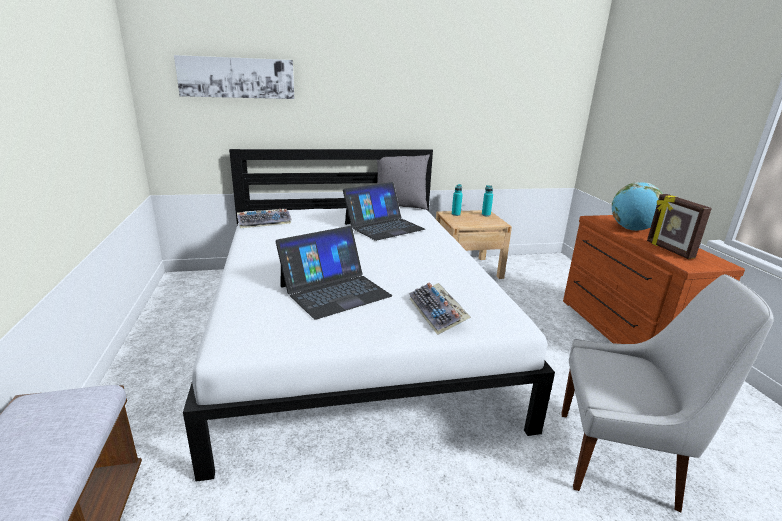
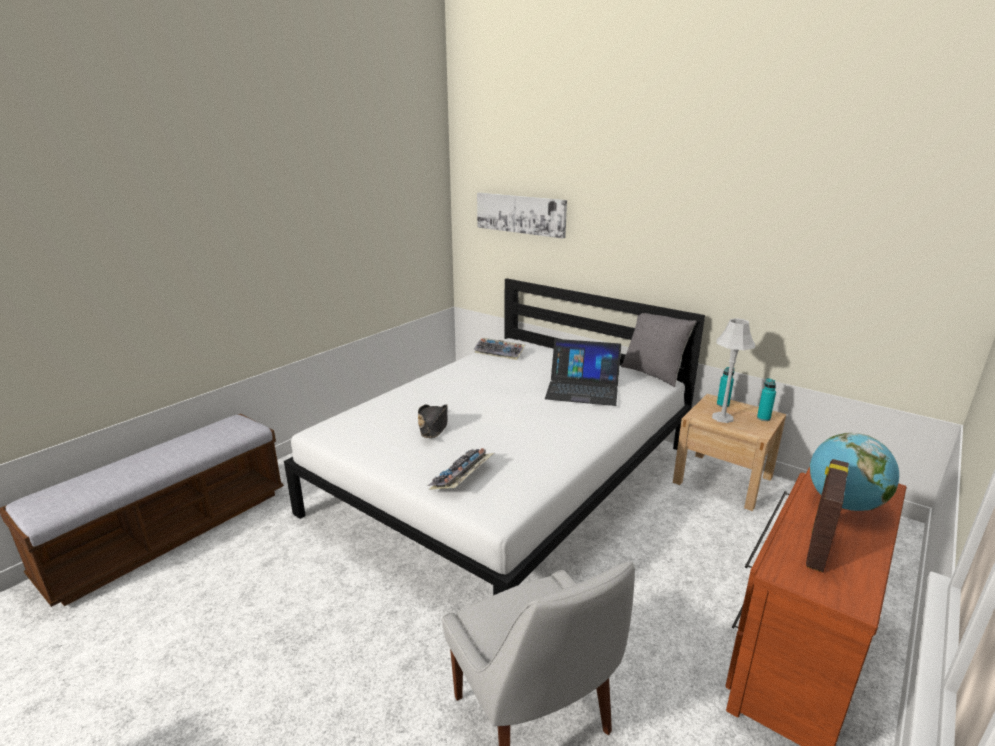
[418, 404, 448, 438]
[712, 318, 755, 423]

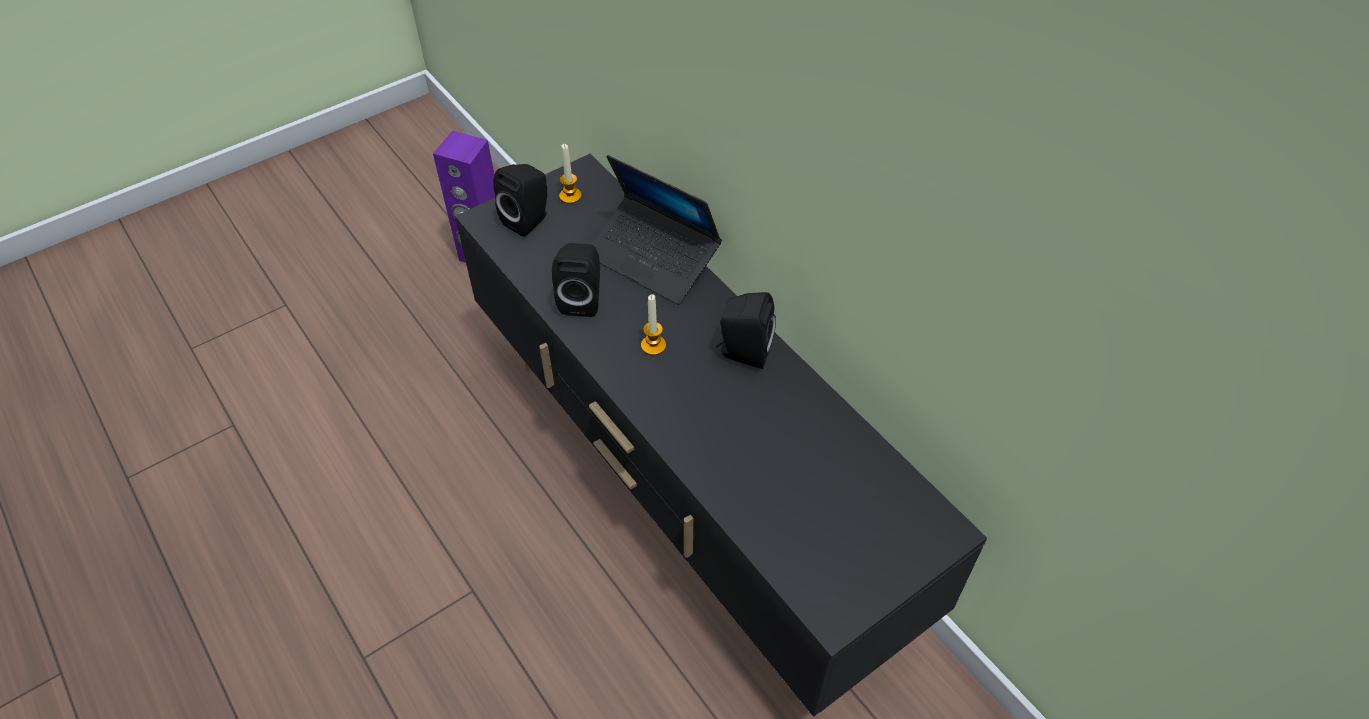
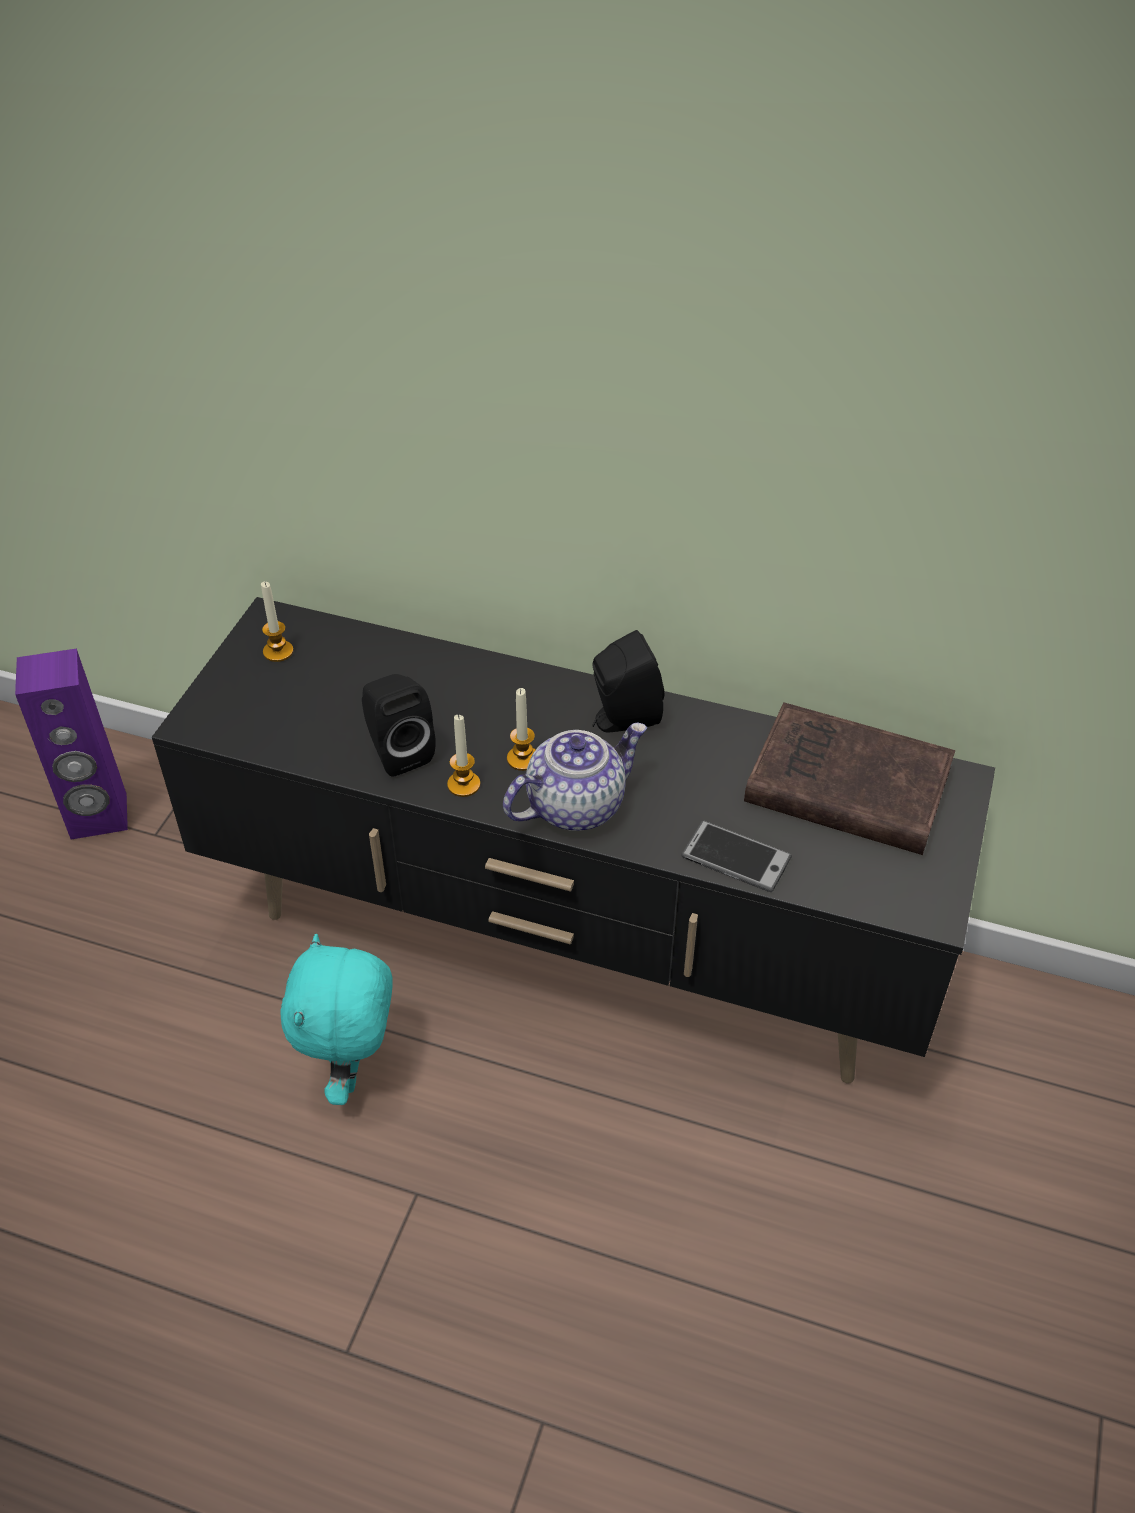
[493, 164, 547, 237] (first image)
[592, 155, 722, 305] (first image)
[280, 934, 393, 1105]
[447, 714, 480, 797]
[503, 723, 647, 831]
[681, 821, 792, 892]
[744, 702, 955, 855]

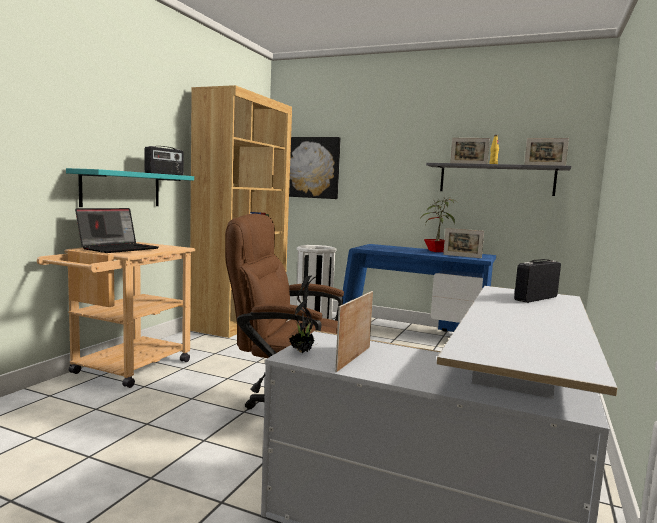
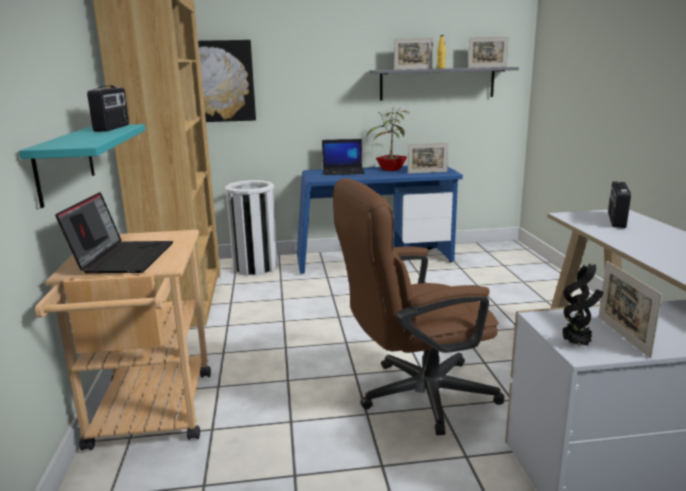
[322, 139, 365, 175]

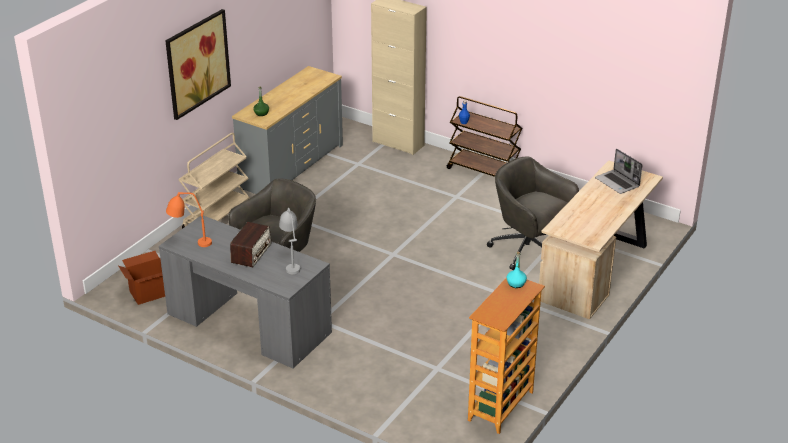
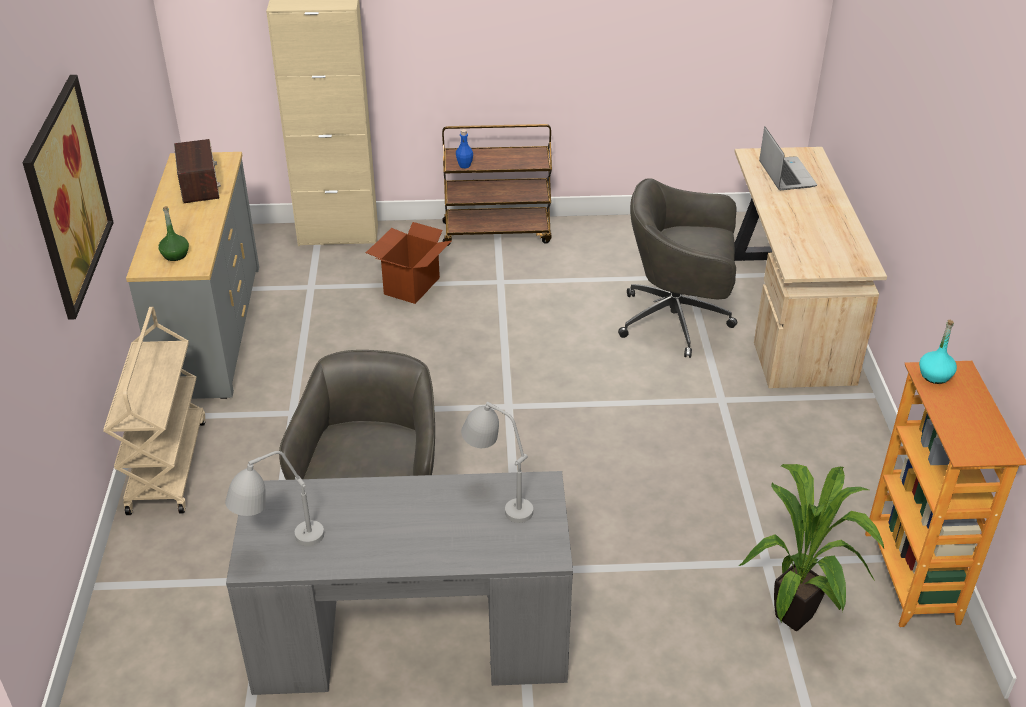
[366, 222, 451, 304]
[225, 451, 324, 546]
[174, 139, 221, 203]
[759, 126, 817, 190]
[739, 464, 884, 631]

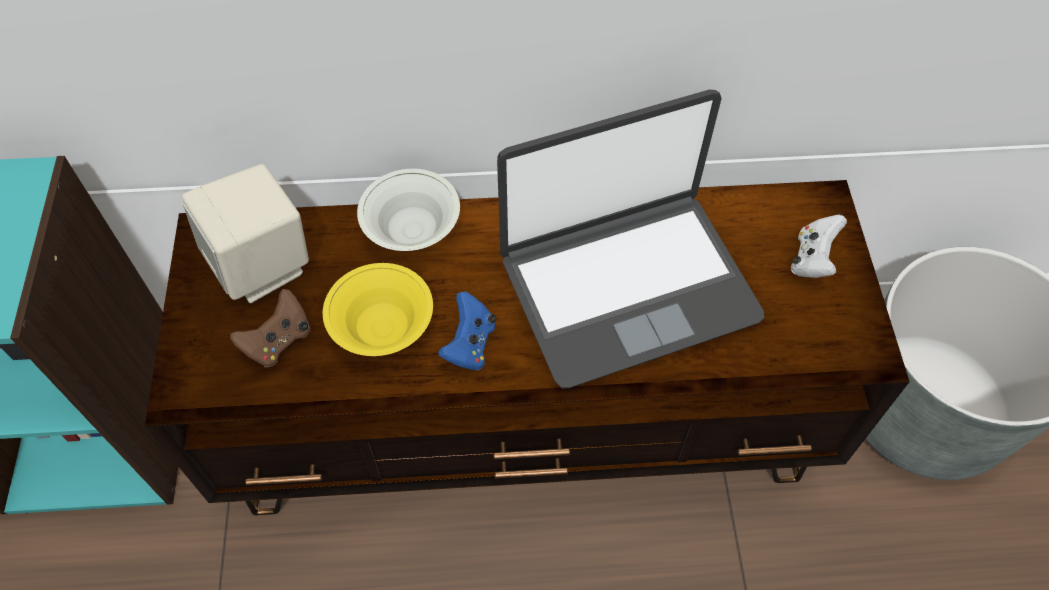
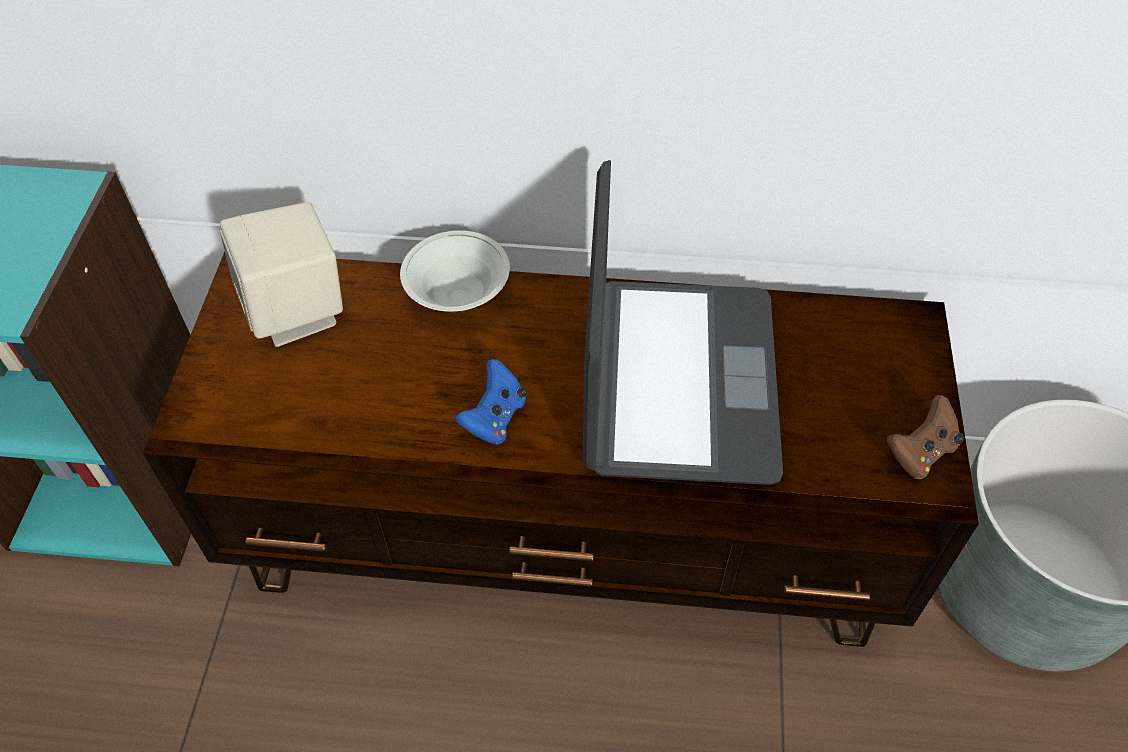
[887, 395, 964, 479]
[323, 263, 433, 356] (first image)
[583, 160, 783, 485]
[791, 215, 847, 278] (first image)

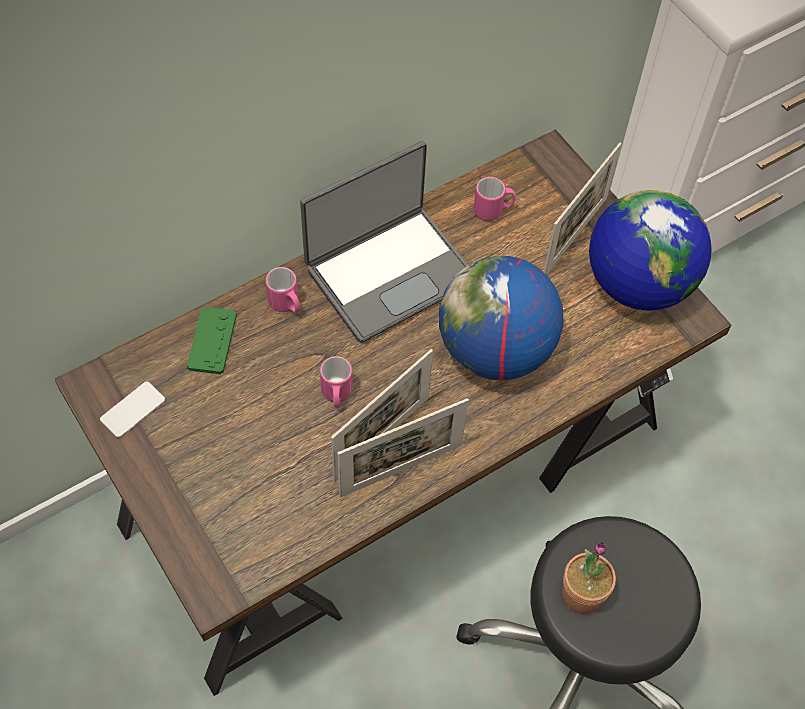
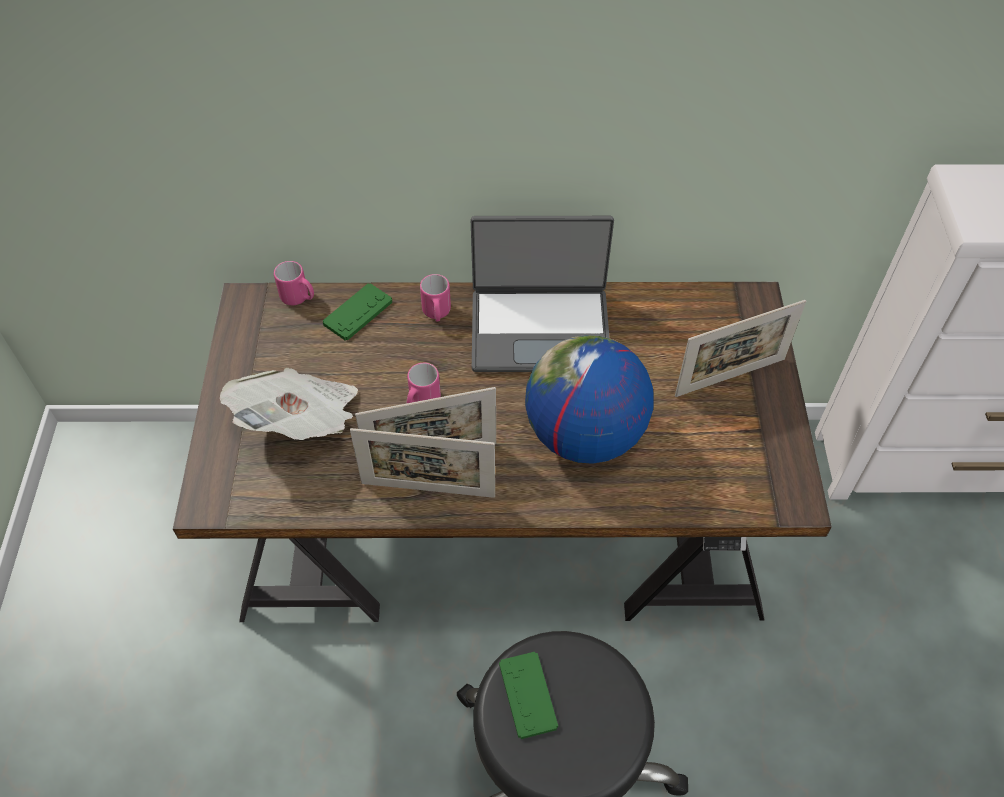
[100, 382, 165, 438] (first image)
[274, 261, 314, 305]
[499, 652, 558, 739]
[589, 190, 712, 310] (first image)
[220, 368, 358, 440]

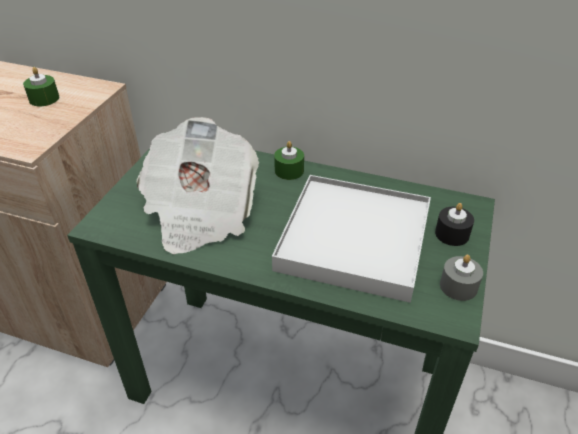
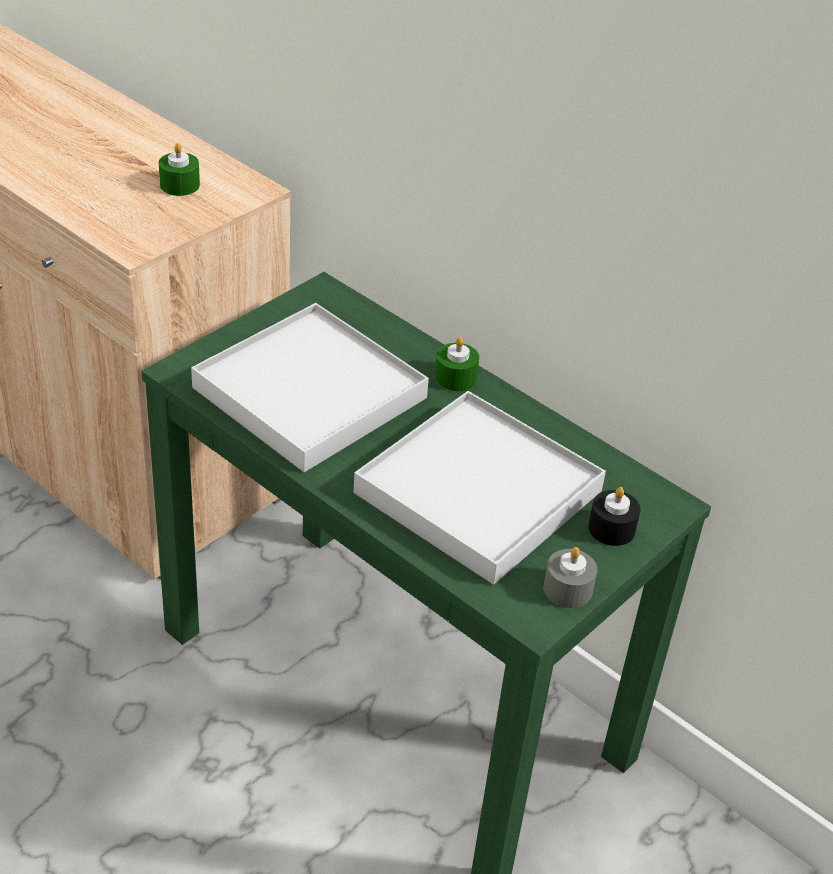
[191, 303, 429, 472]

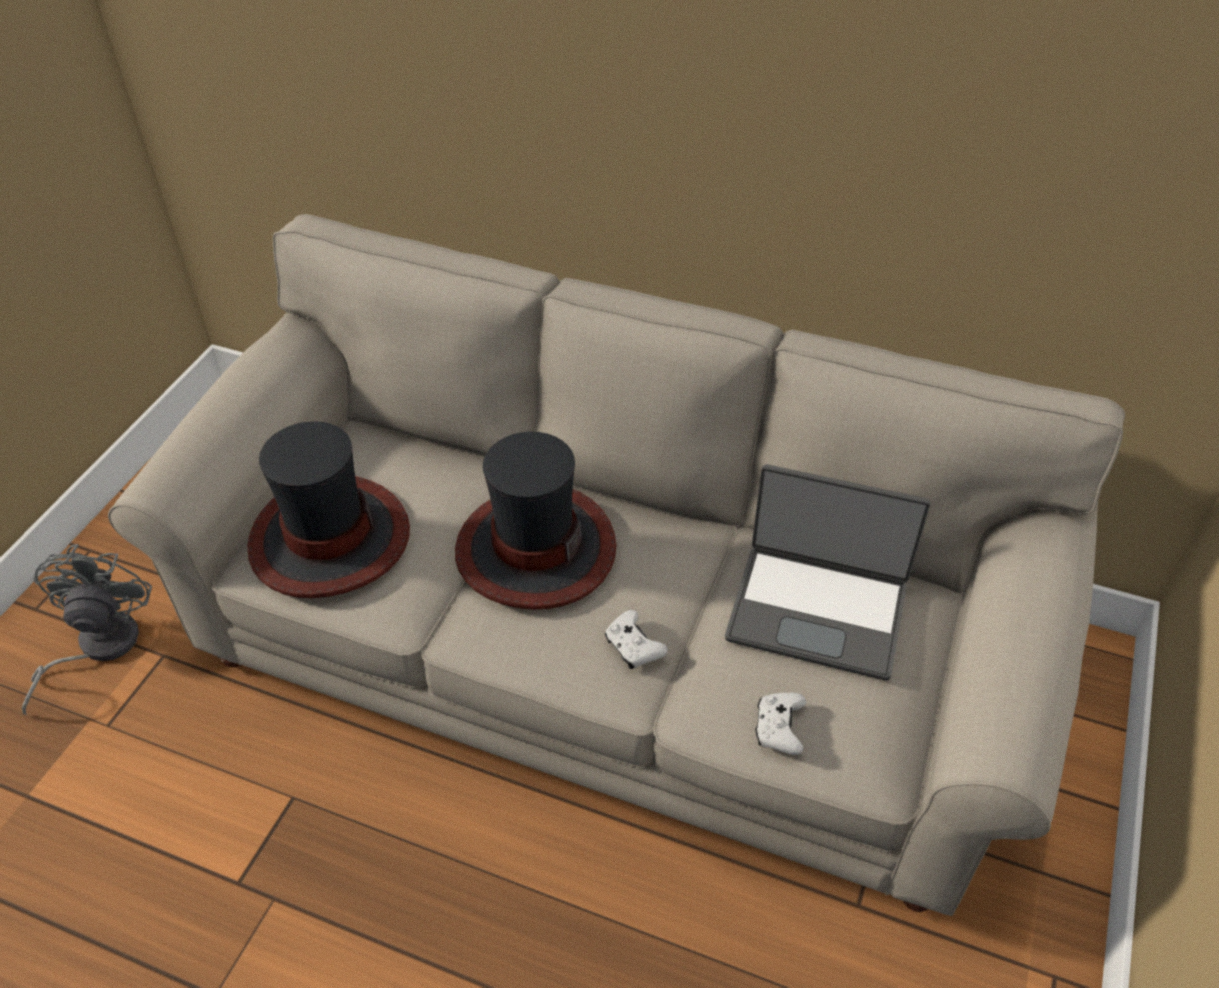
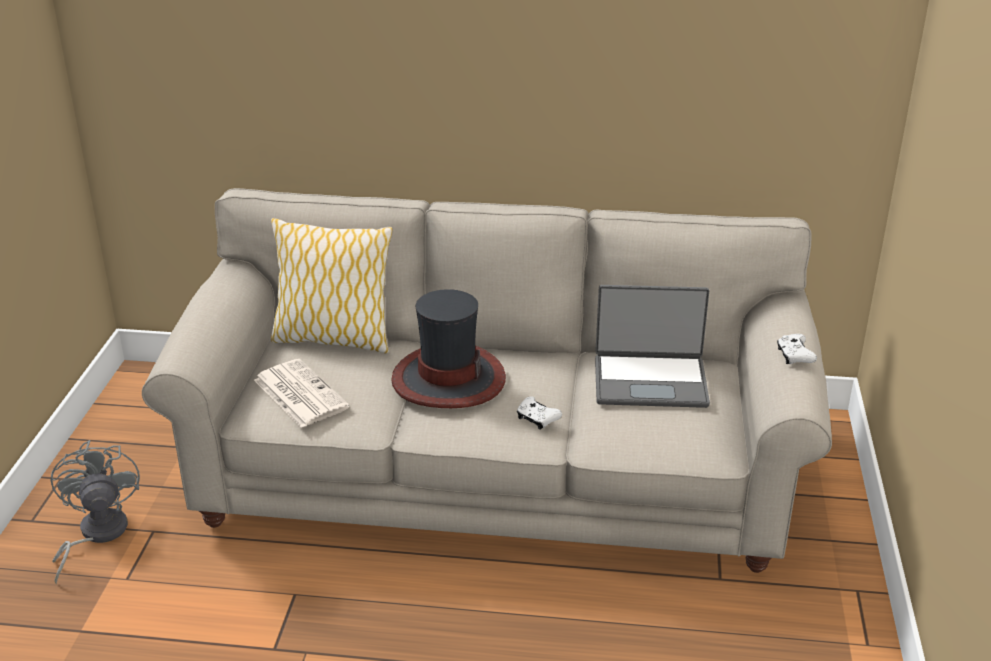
[254, 359, 350, 428]
[777, 334, 817, 364]
[271, 218, 393, 354]

